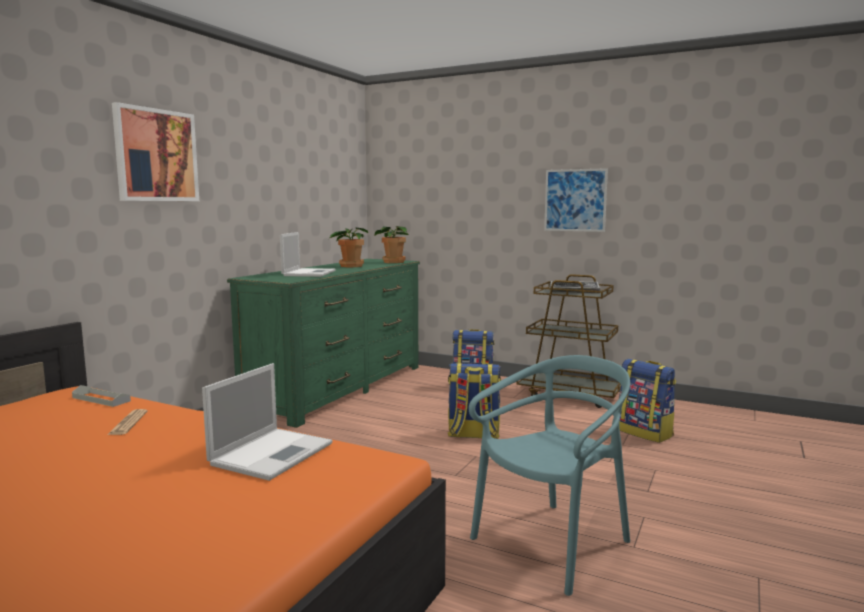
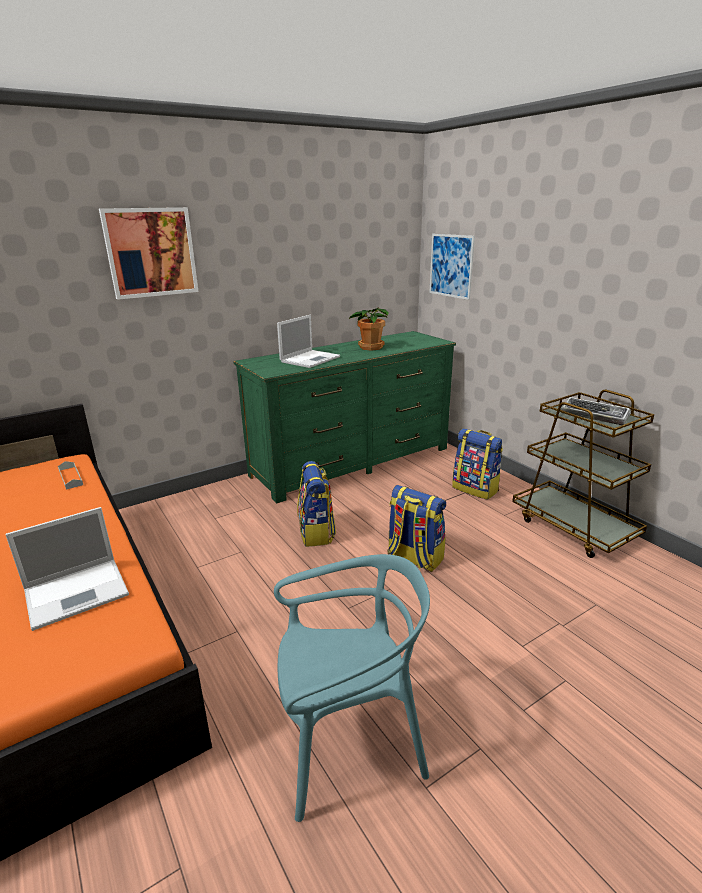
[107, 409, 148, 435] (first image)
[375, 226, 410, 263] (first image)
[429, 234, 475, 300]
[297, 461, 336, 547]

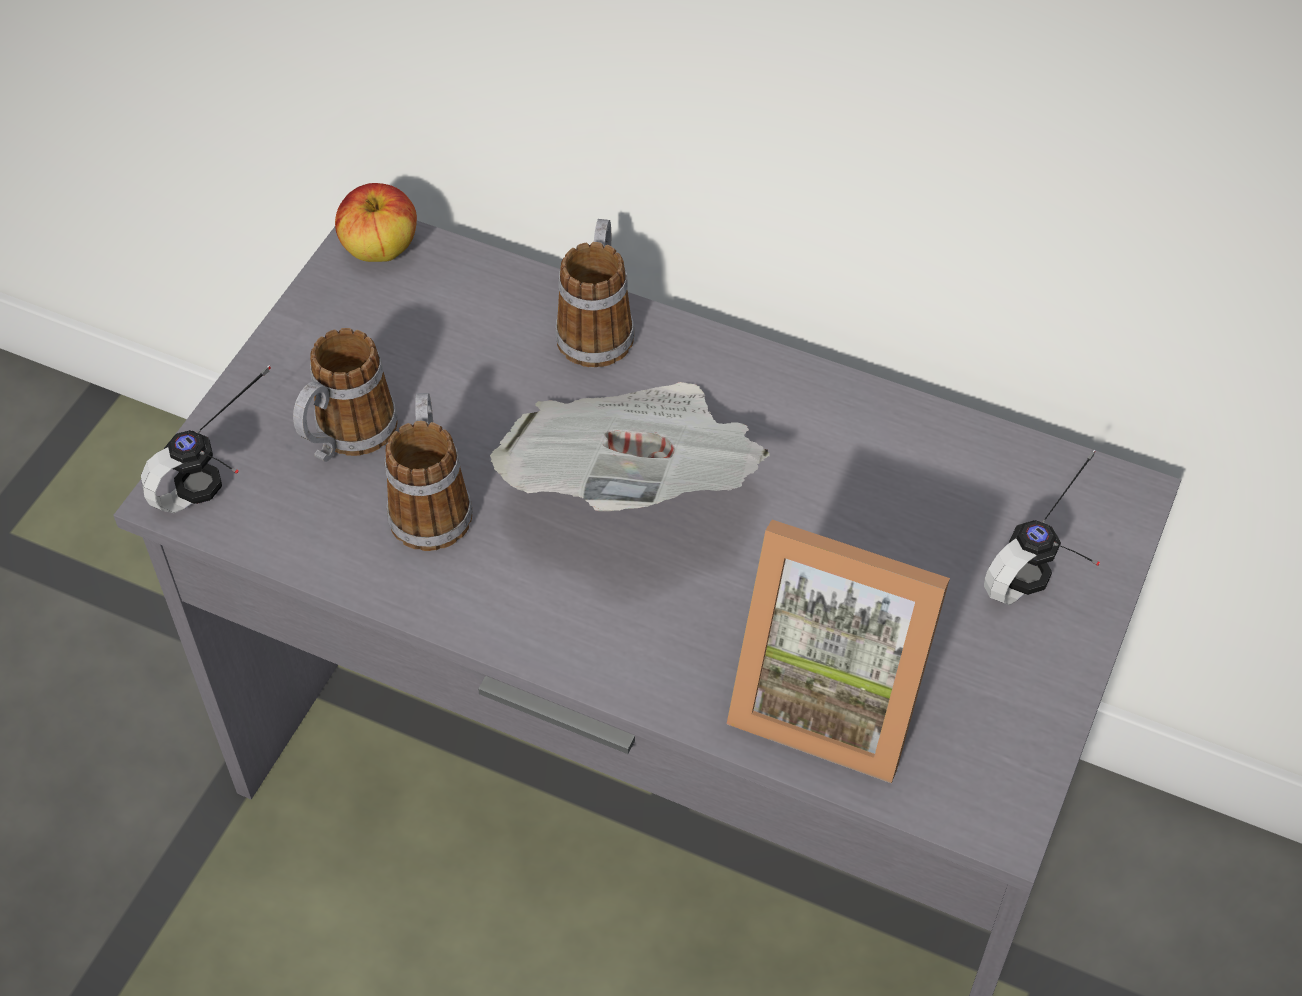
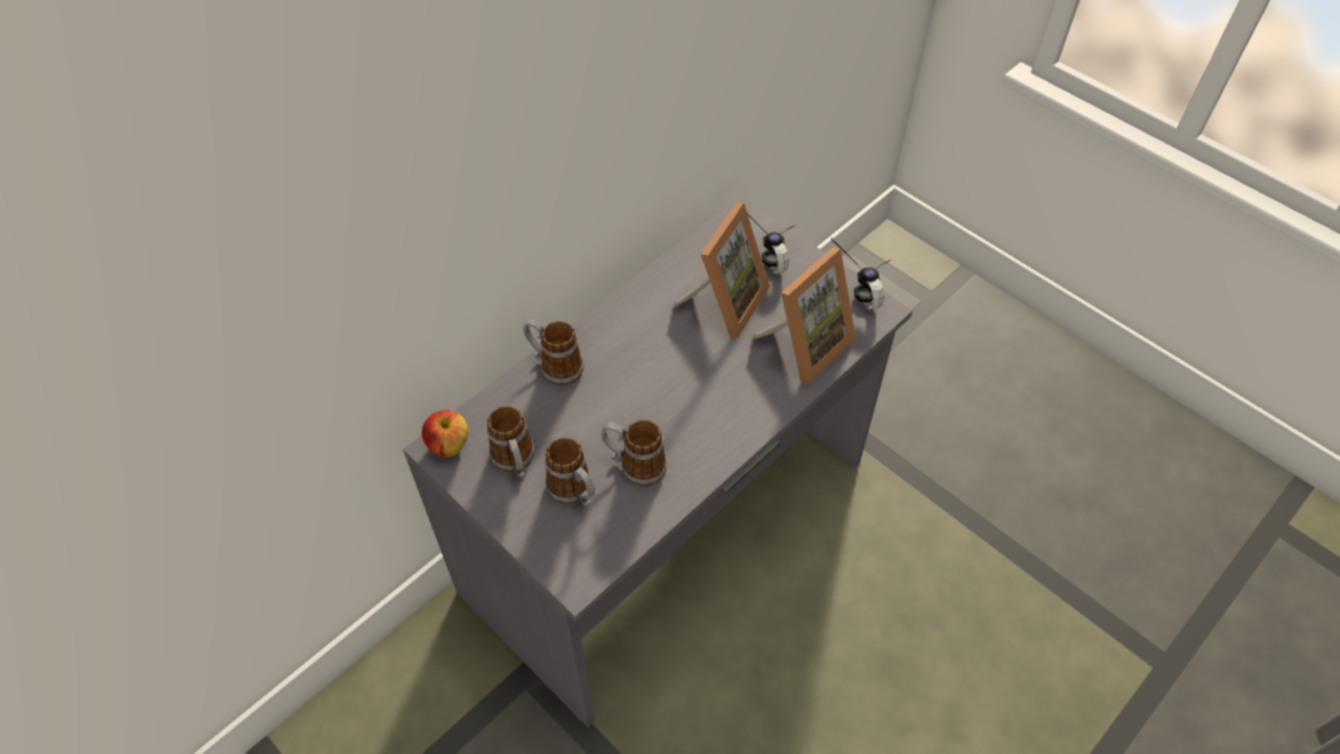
[831, 237, 891, 309]
[490, 382, 770, 511] (first image)
[487, 406, 534, 478]
[673, 202, 770, 339]

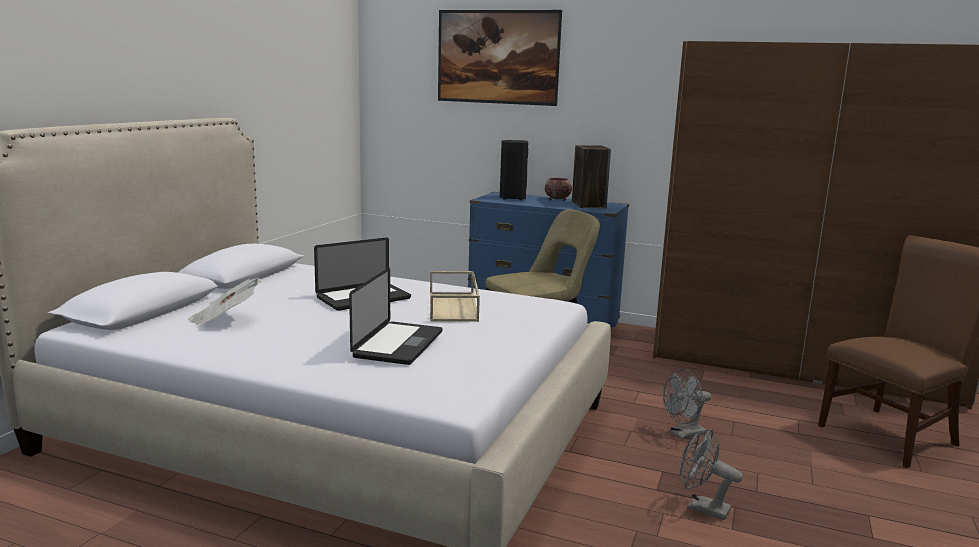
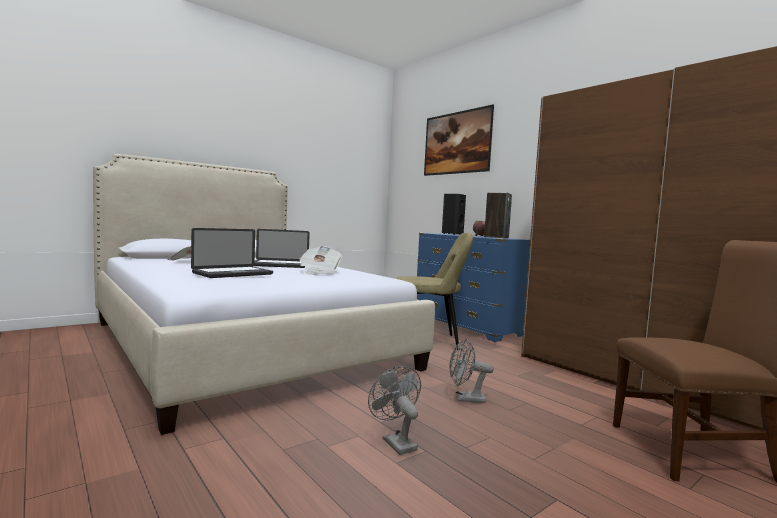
[299, 246, 343, 275]

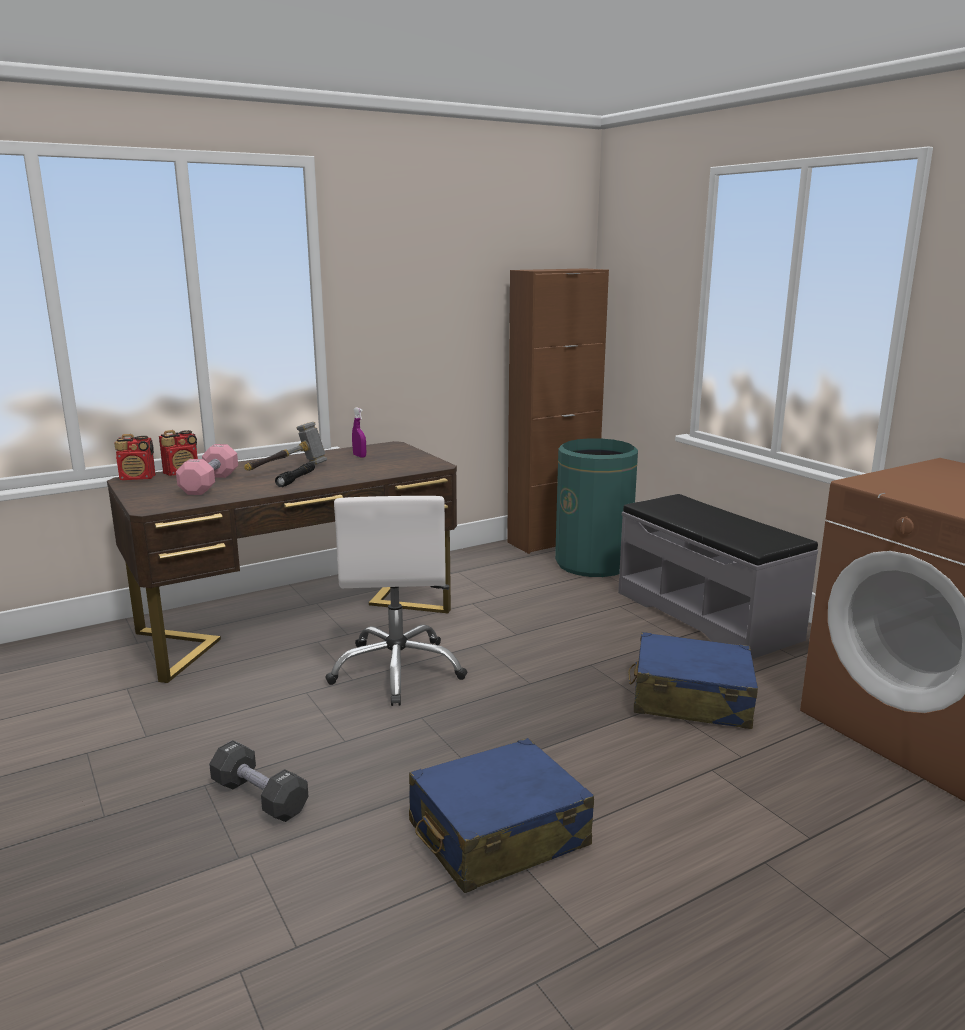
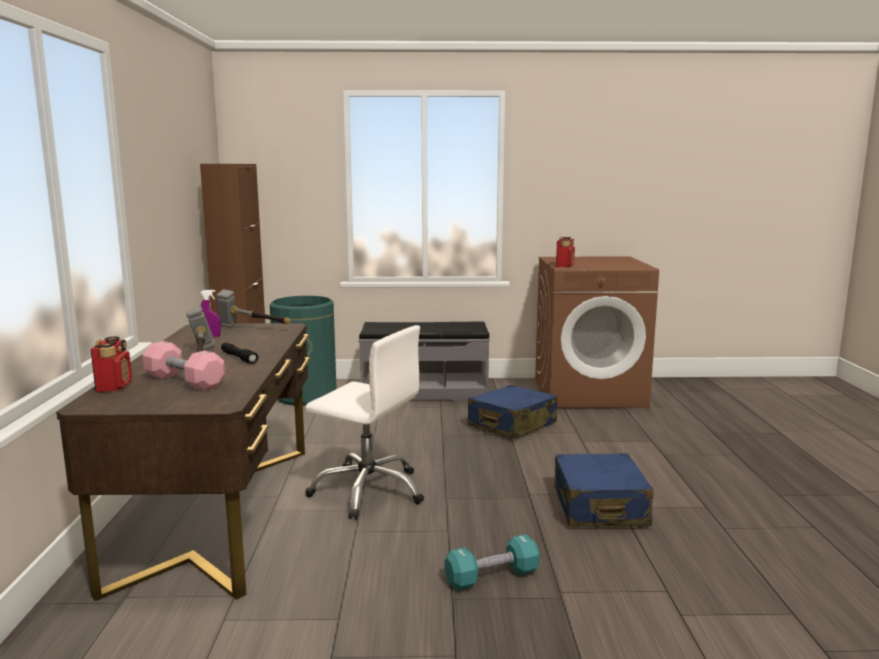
[556, 236, 575, 267]
[444, 534, 540, 590]
[217, 289, 291, 328]

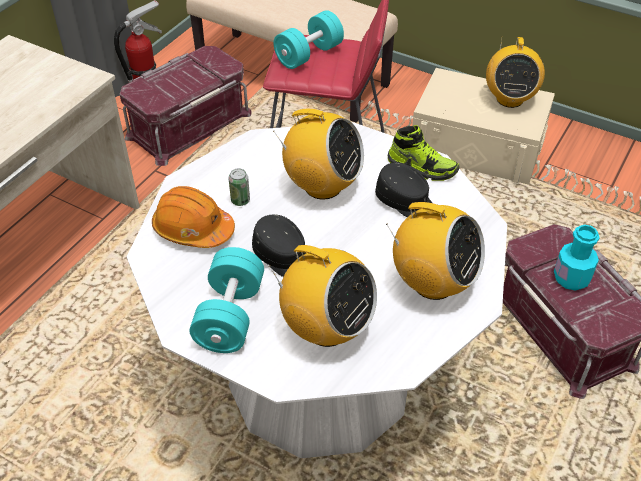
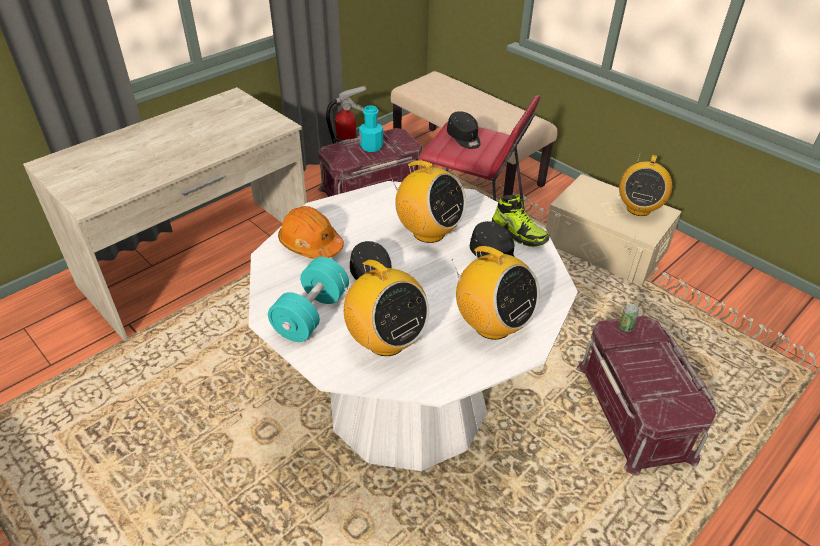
[619, 304, 639, 332]
[447, 111, 480, 149]
[359, 105, 383, 152]

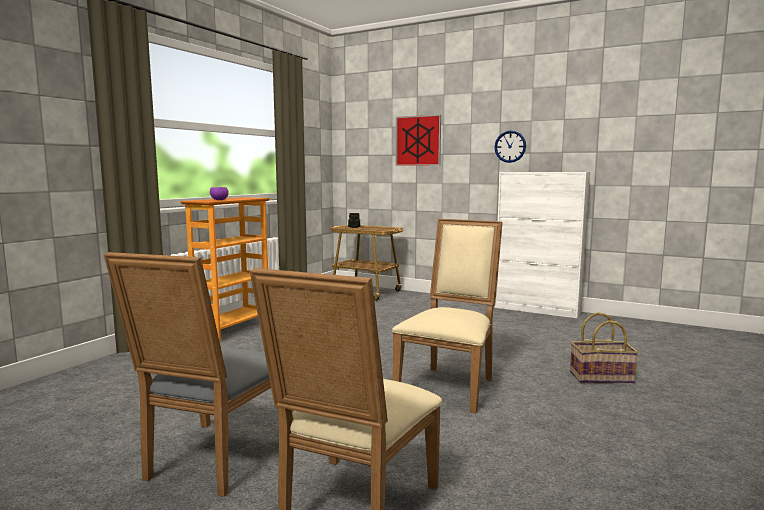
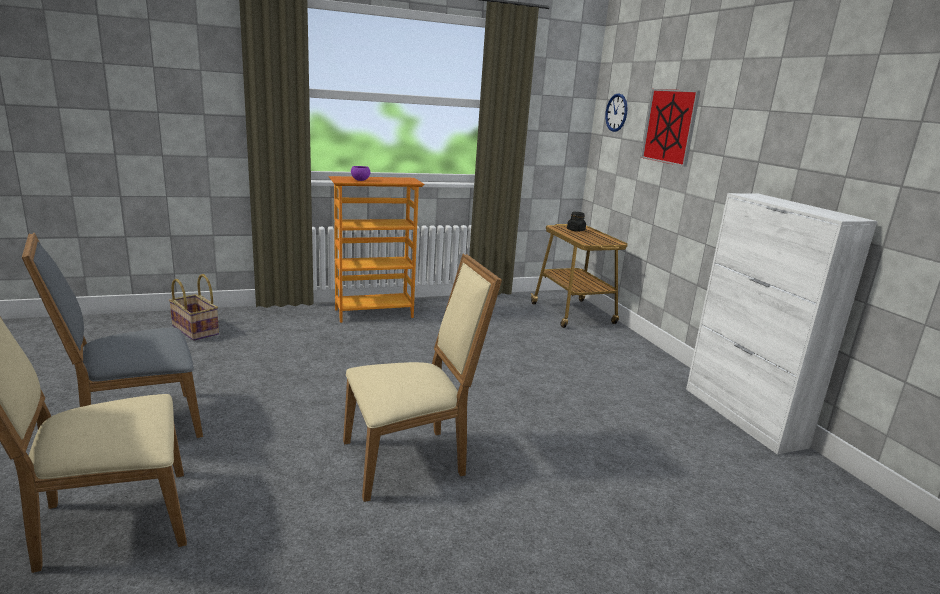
[605, 93, 628, 132]
[169, 274, 219, 341]

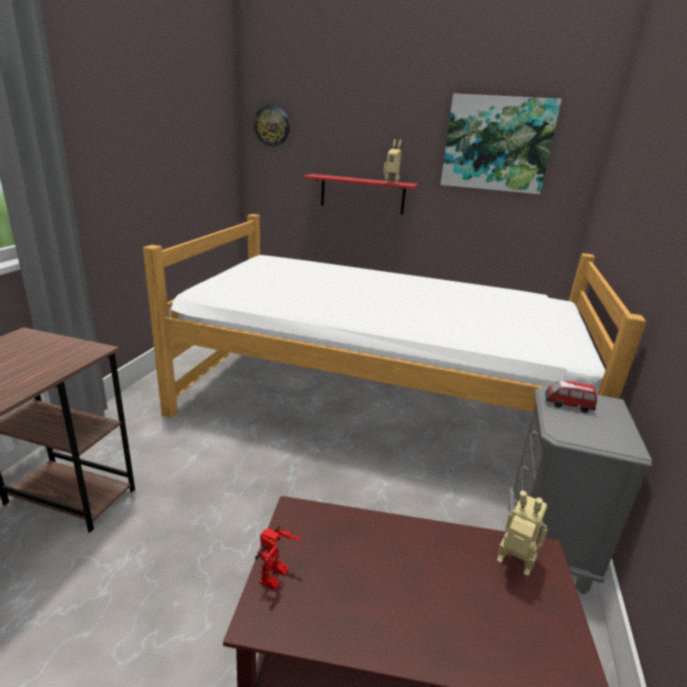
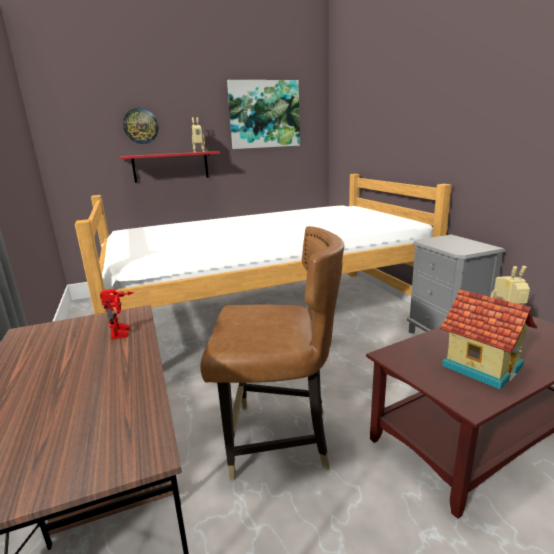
[123, 108, 159, 144]
[100, 289, 134, 339]
[545, 381, 597, 413] (first image)
[200, 226, 344, 480]
[440, 289, 538, 390]

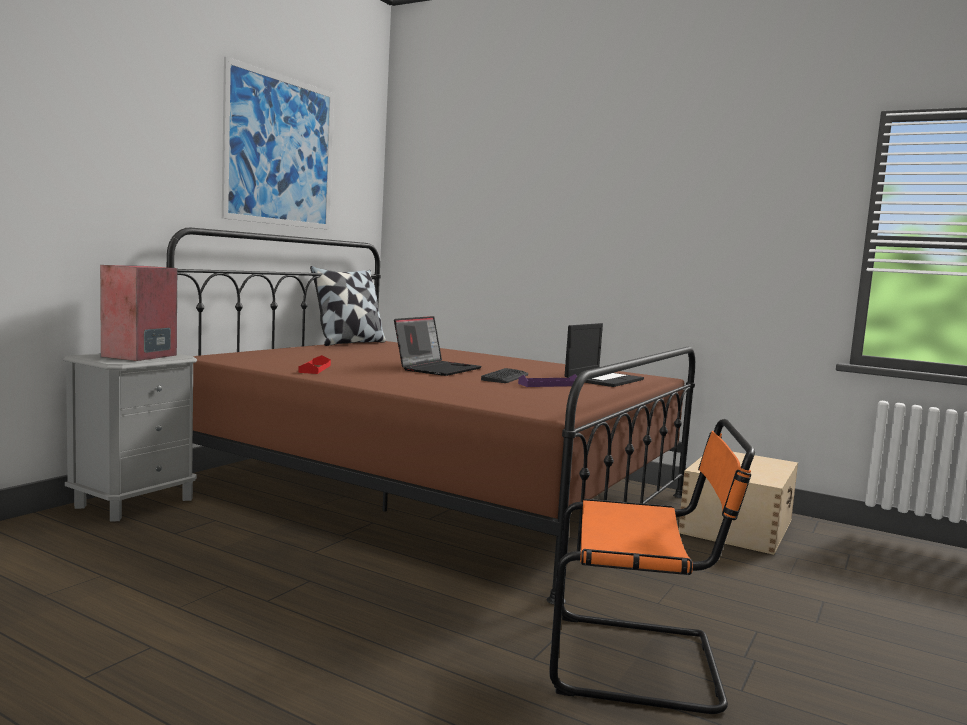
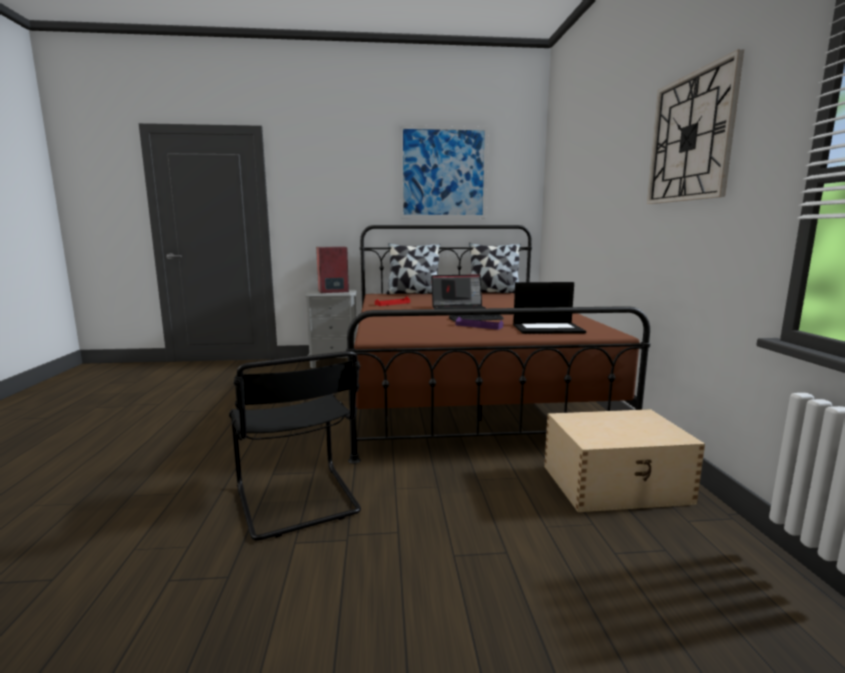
[229, 351, 361, 541]
[386, 243, 440, 295]
[647, 49, 744, 204]

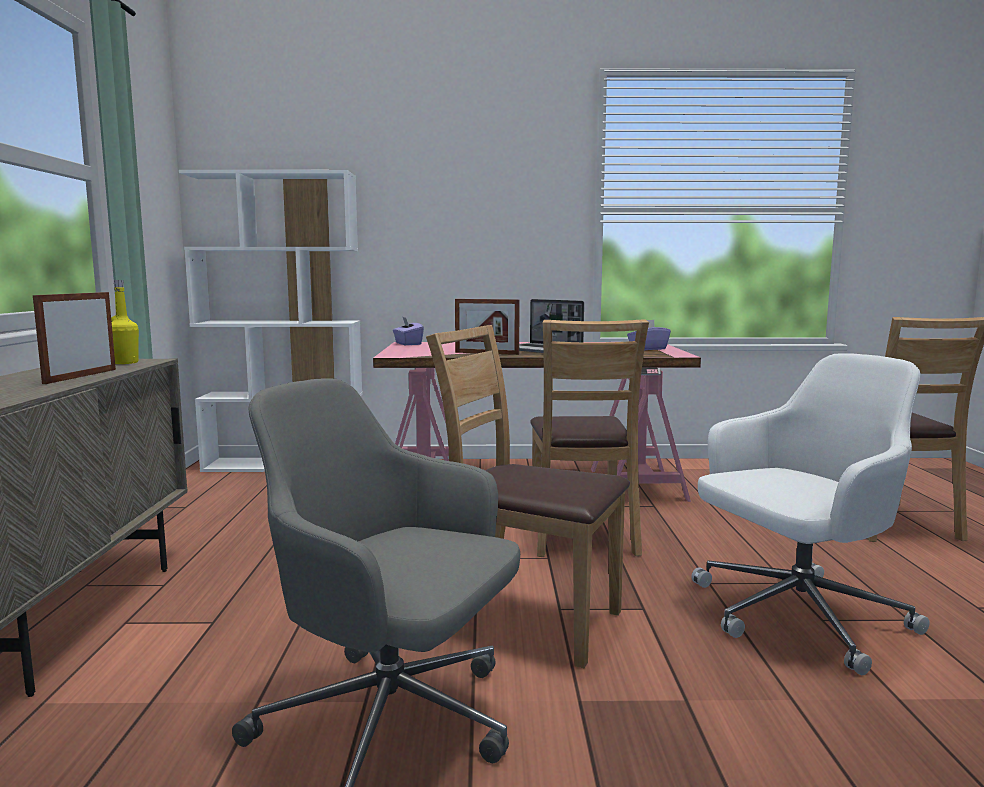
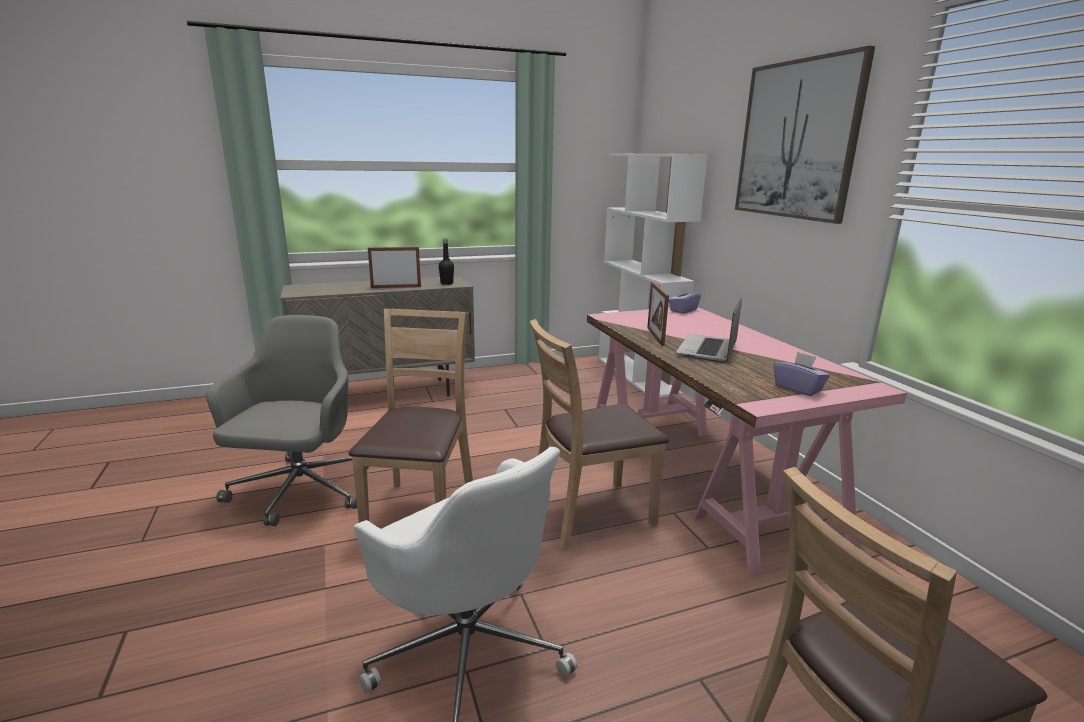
[439, 239, 454, 285]
[735, 46, 875, 224]

